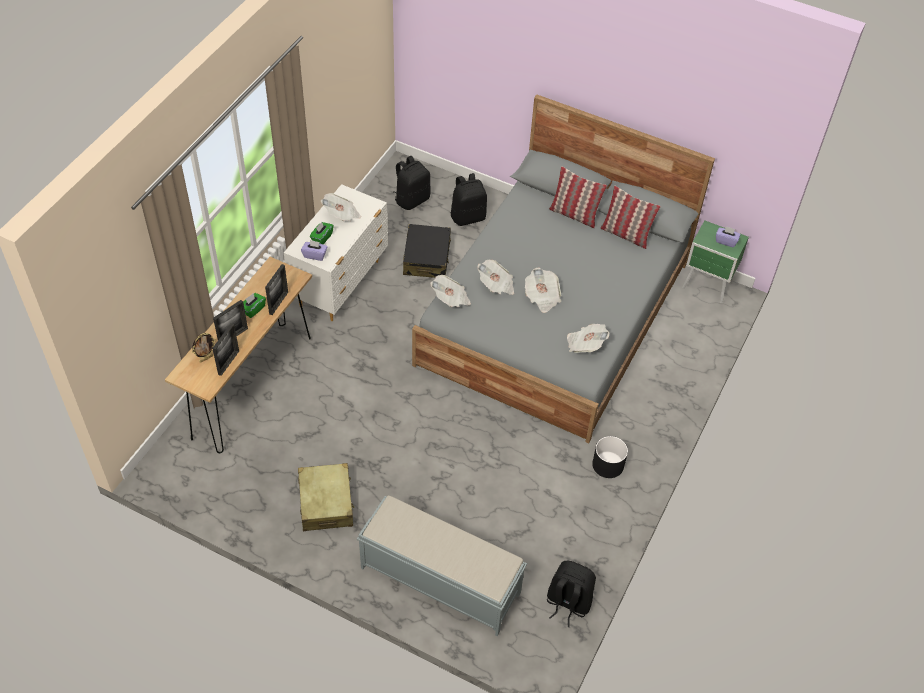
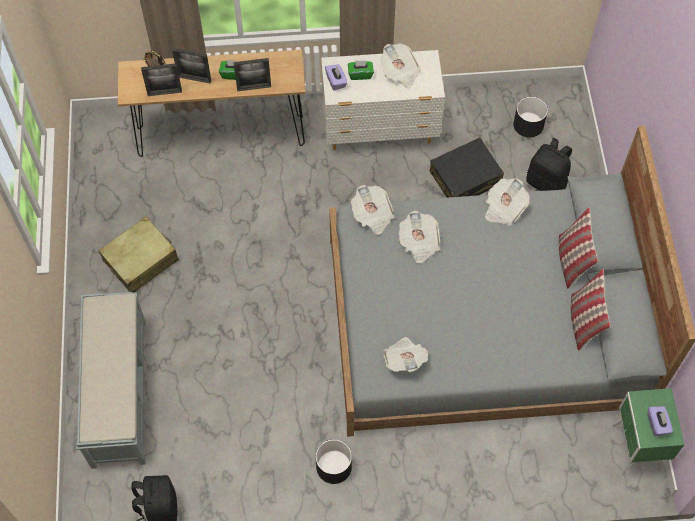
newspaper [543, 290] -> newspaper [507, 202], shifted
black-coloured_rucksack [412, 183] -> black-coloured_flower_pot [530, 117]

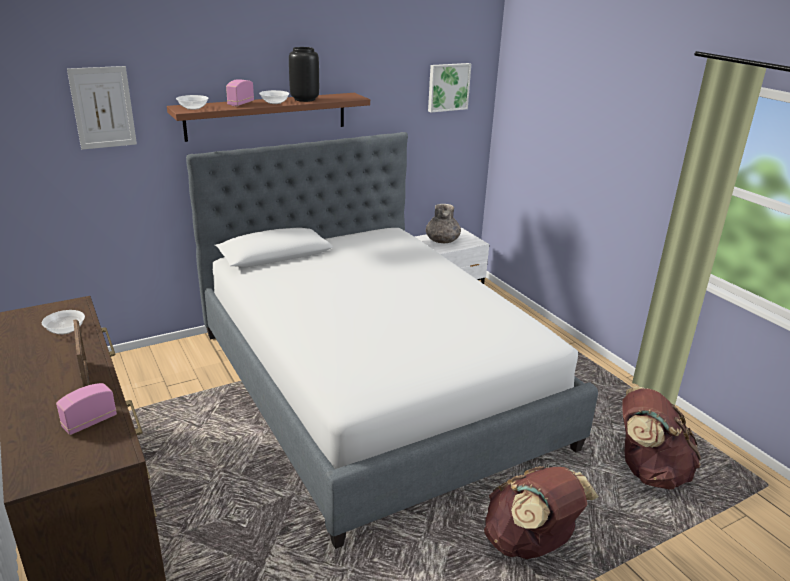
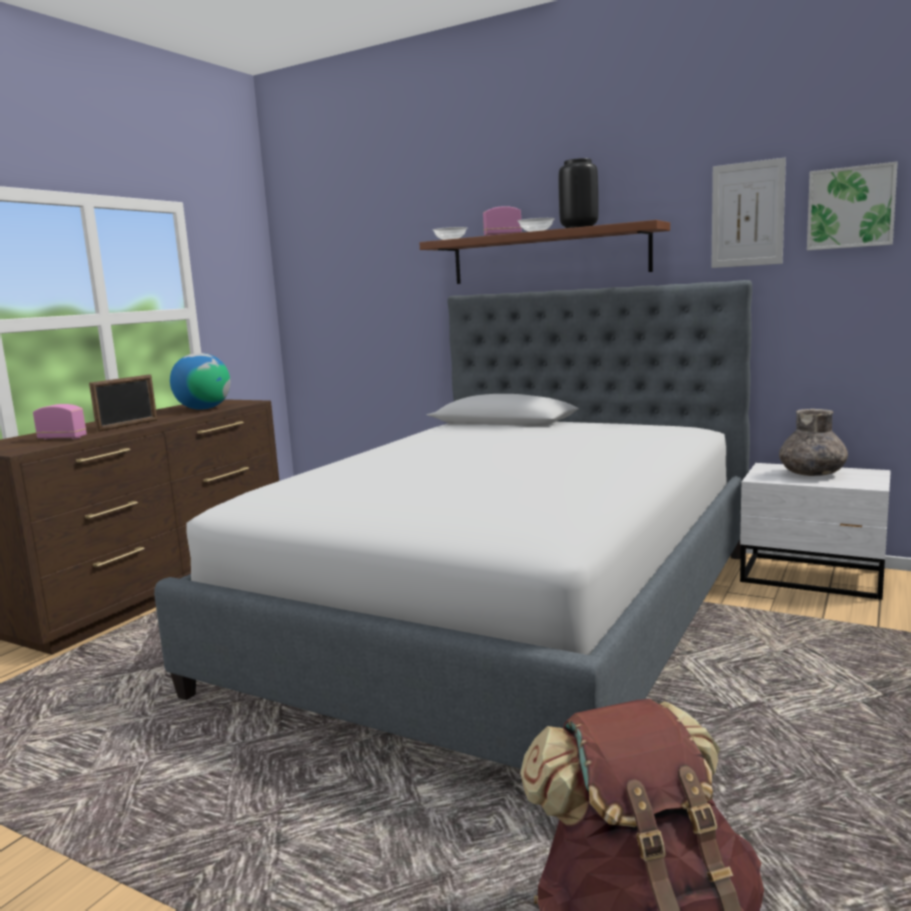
brown-coloured_rucksack [541, 512] -> none
wall_art [102, 108] -> wall_art [748, 212], shifted
deep_dish [63, 322] -> world_globe [200, 381]

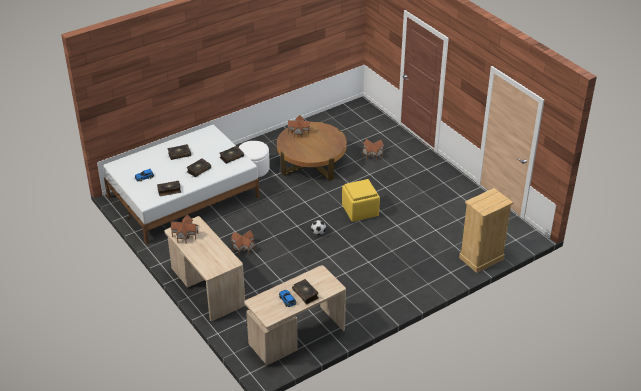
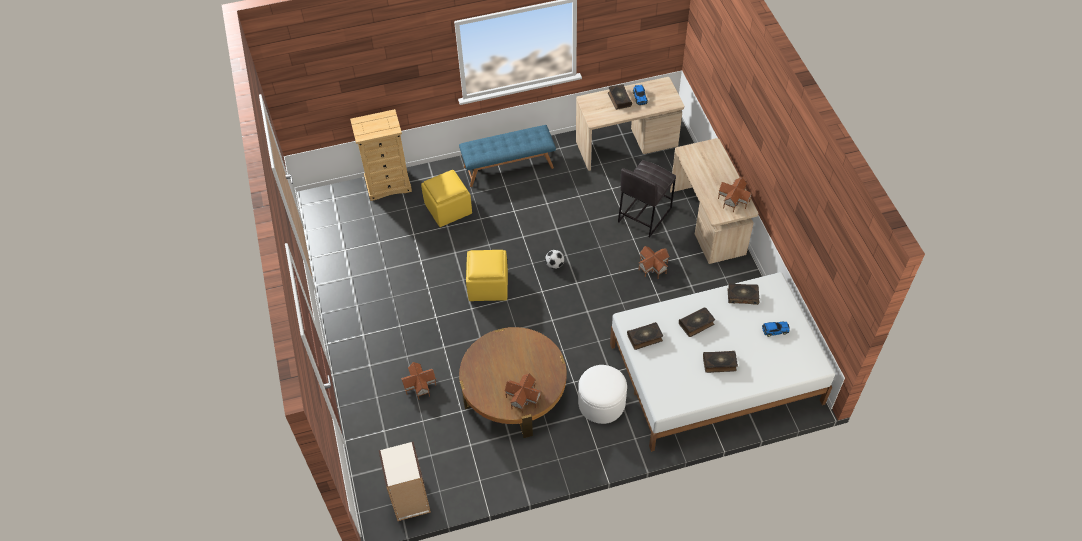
none -> shelving_unit [405, 481]
none -> yellow-coloured_pouffe [446, 198]
none -> bluish_bench [507, 156]
none -> gray_sitting_stool [647, 199]

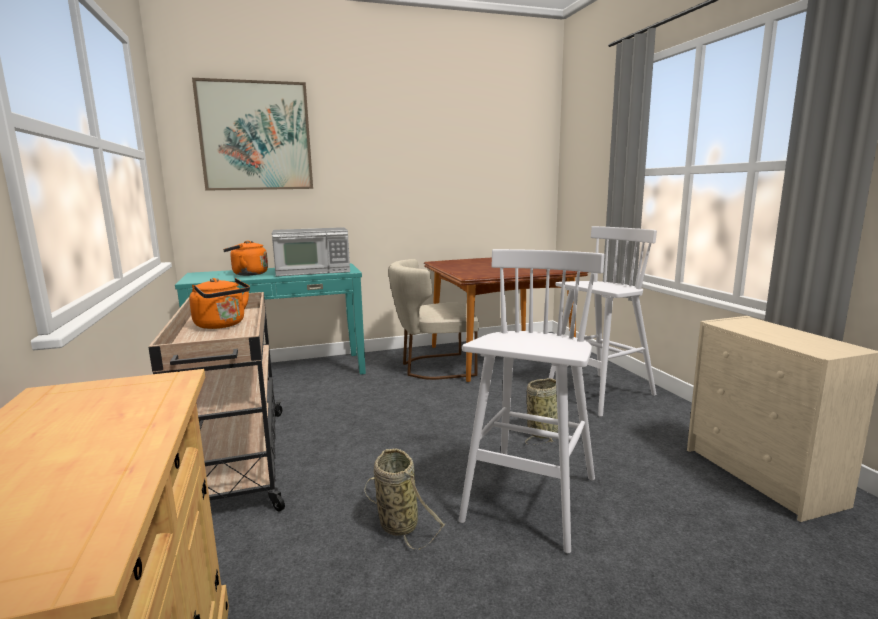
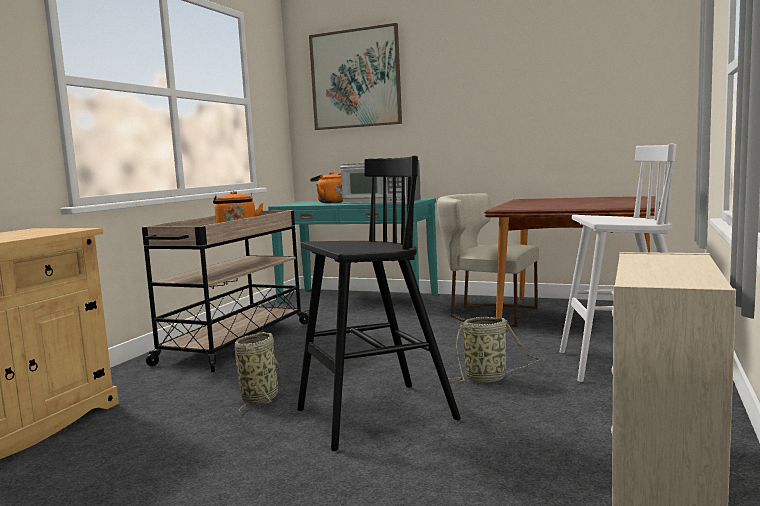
white-coloured_sitting_stool [531, 401] -> black-coloured_sitting_stool [379, 303]

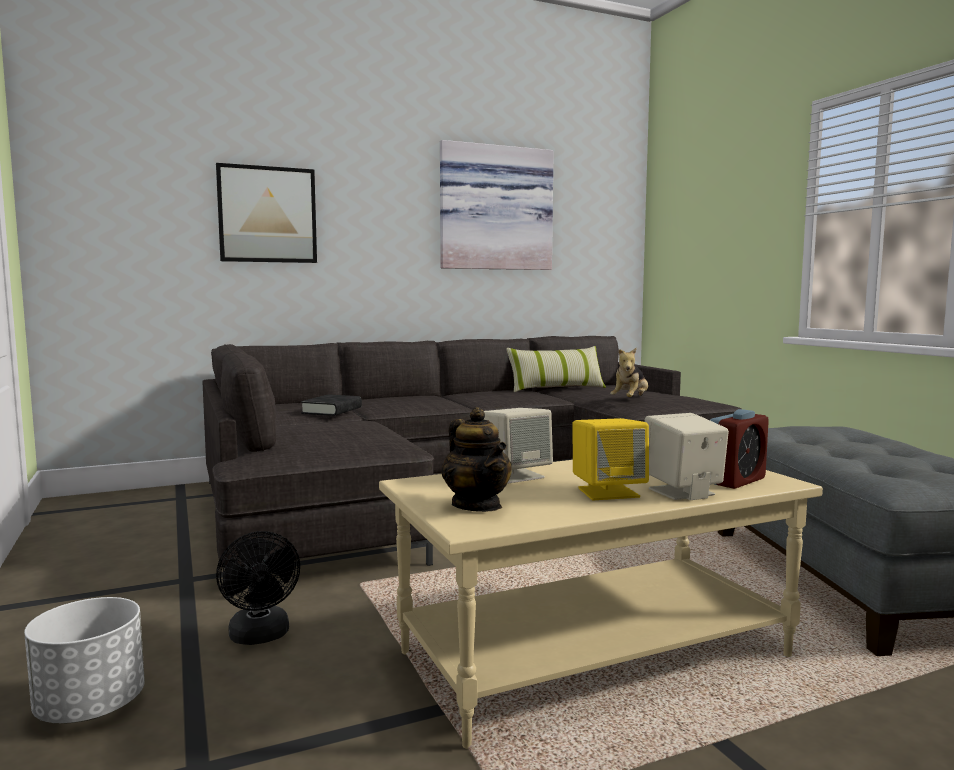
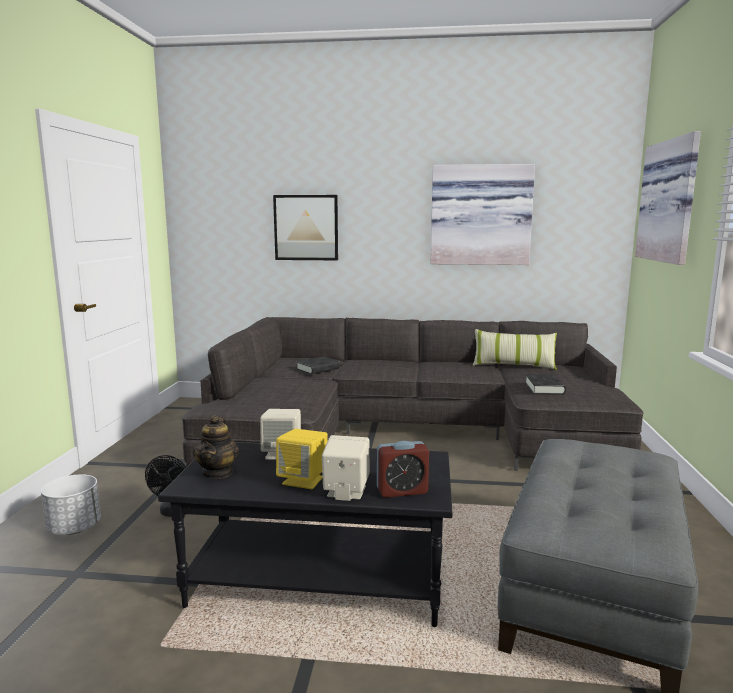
none -> wall_art [668, 198]
plush_toy [629, 372] -> black-coloured_volume [545, 384]
beige-coloured_coffee_table [601, 604] -> black-coloured_coffee_table [305, 534]

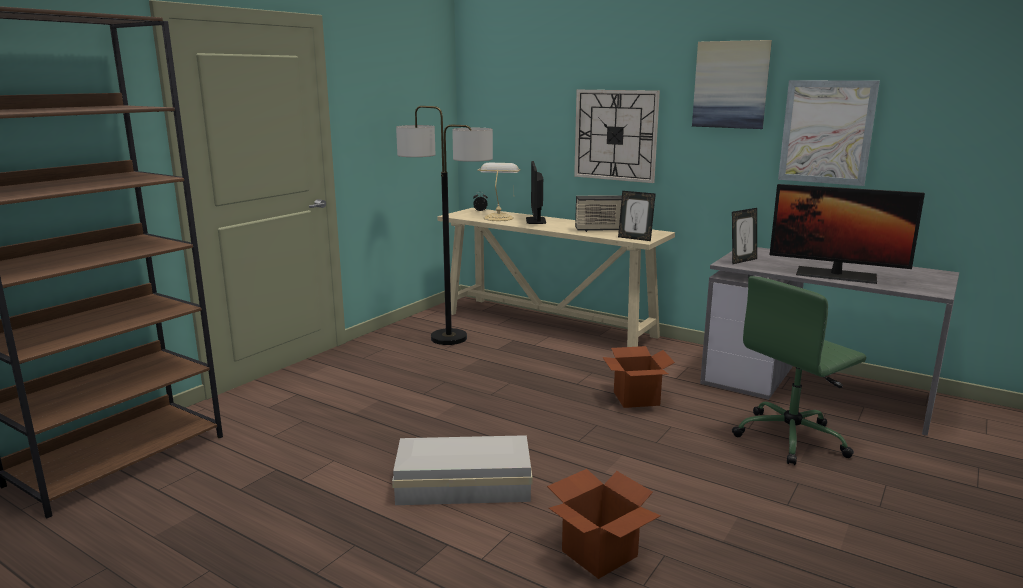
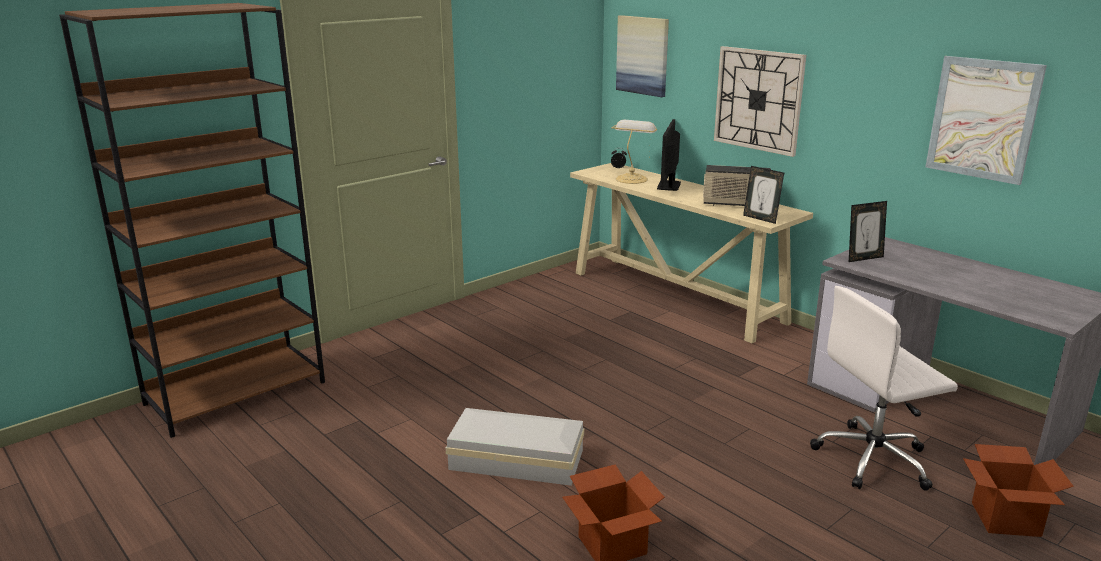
standing_lamp [444, 225] -> none
monitor [847, 234] -> none
cardboard_box [639, 377] -> cardboard_box [1018, 490], shifted
wall_art [732, 84] -> wall_art [642, 56], shifted
green-coloured_computer_chair [799, 370] -> white-coloured_computer_chair [884, 388]

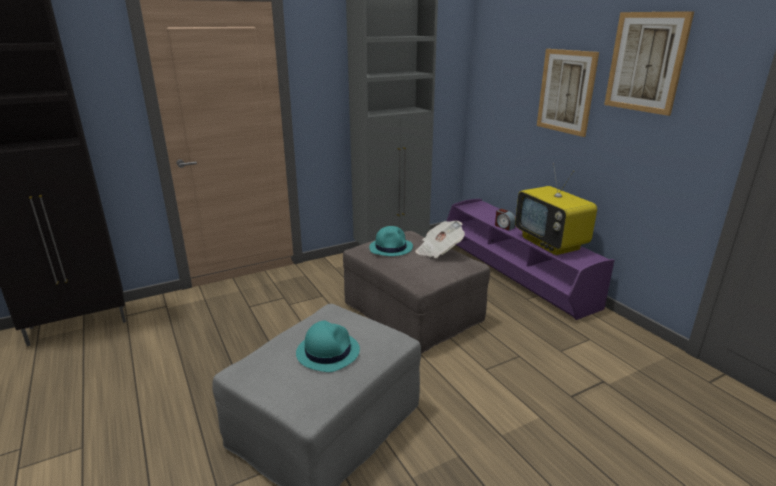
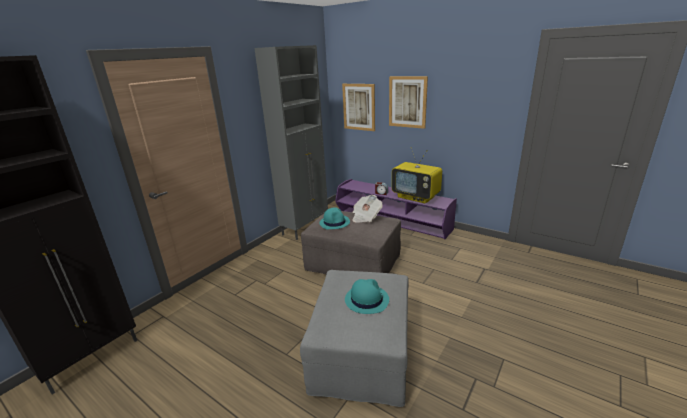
wall_art [649, 63] -> wall_art [358, 107], shifted

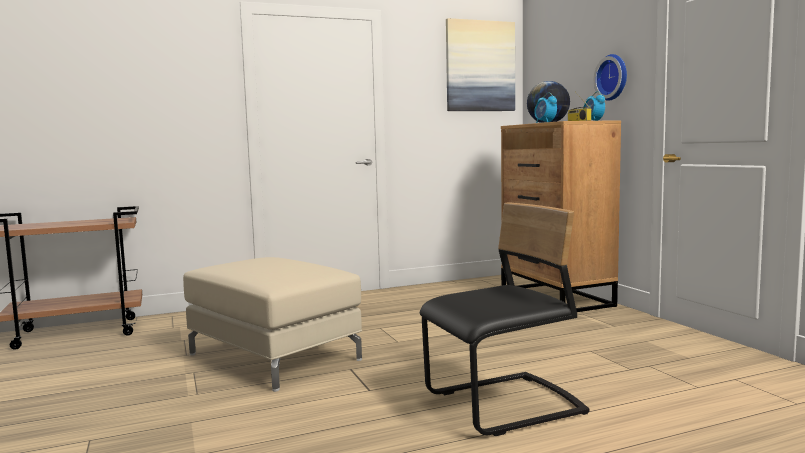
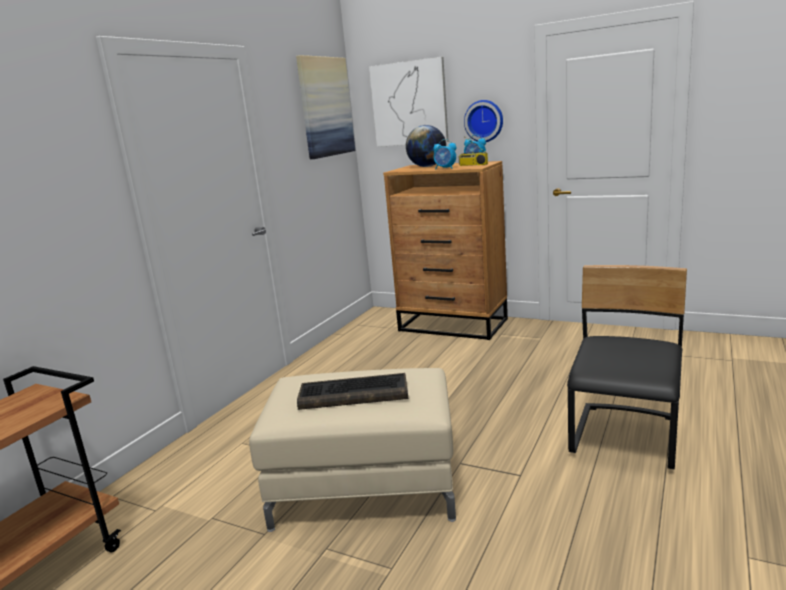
none -> PC_keyboard [352, 391]
none -> wall_art [409, 102]

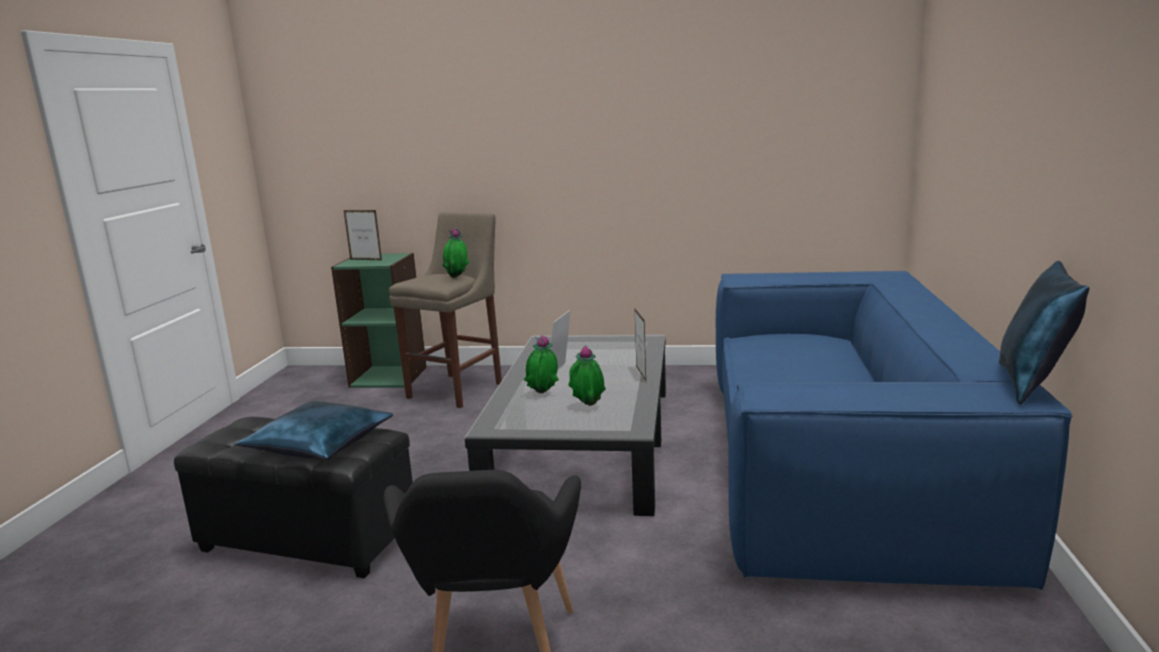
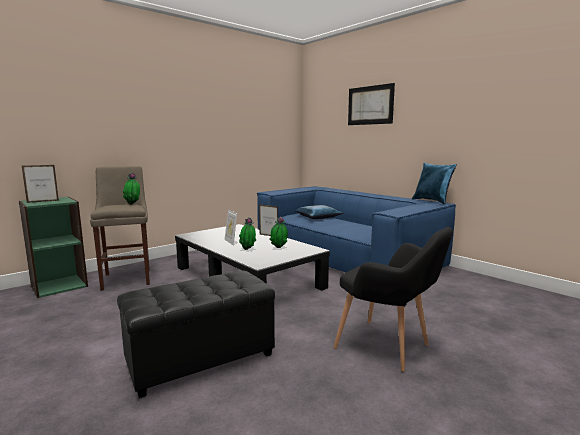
none -> wall_art [371, 104]
bluish_cushion [314, 430] -> bluish_cushion [319, 212], shifted

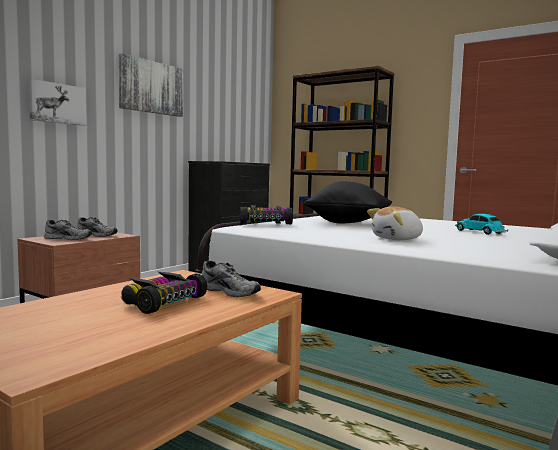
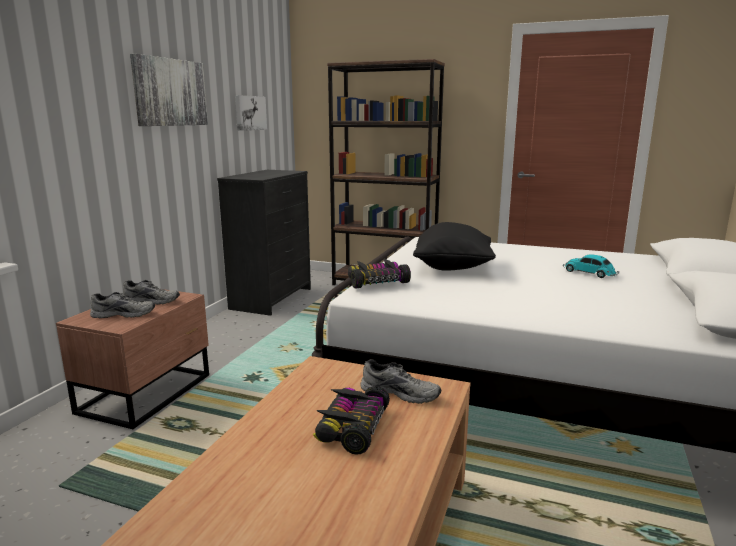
plush_toy [395, 223] -> none
wall_art [57, 102] -> wall_art [251, 113], shifted

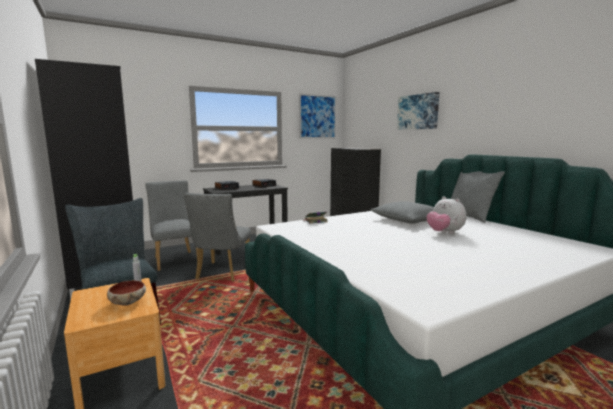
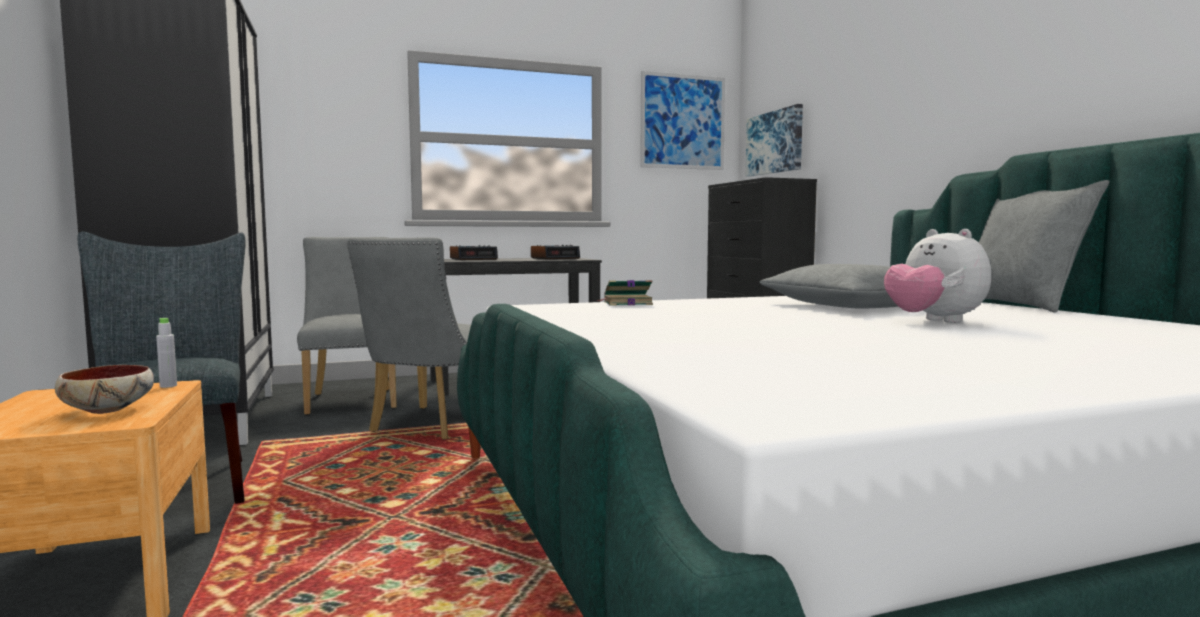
wall_art [418, 111] -> wall_art [774, 140], shifted

